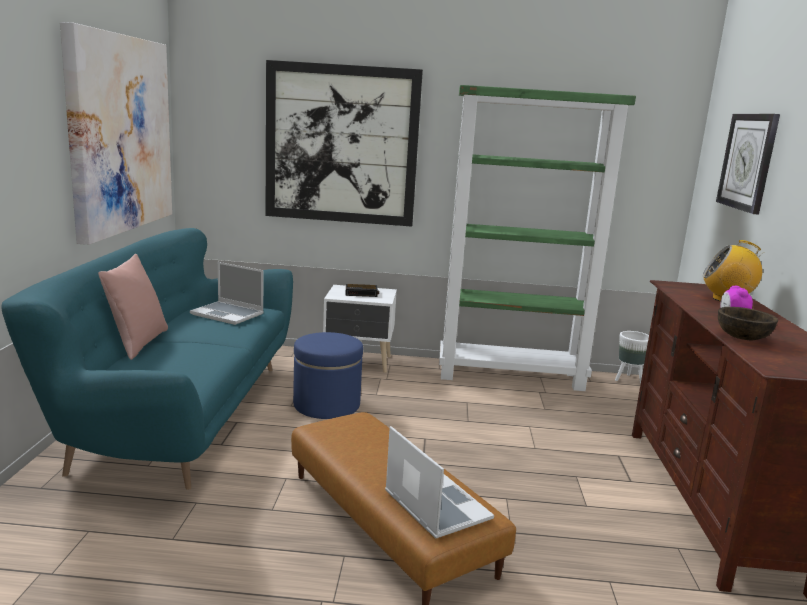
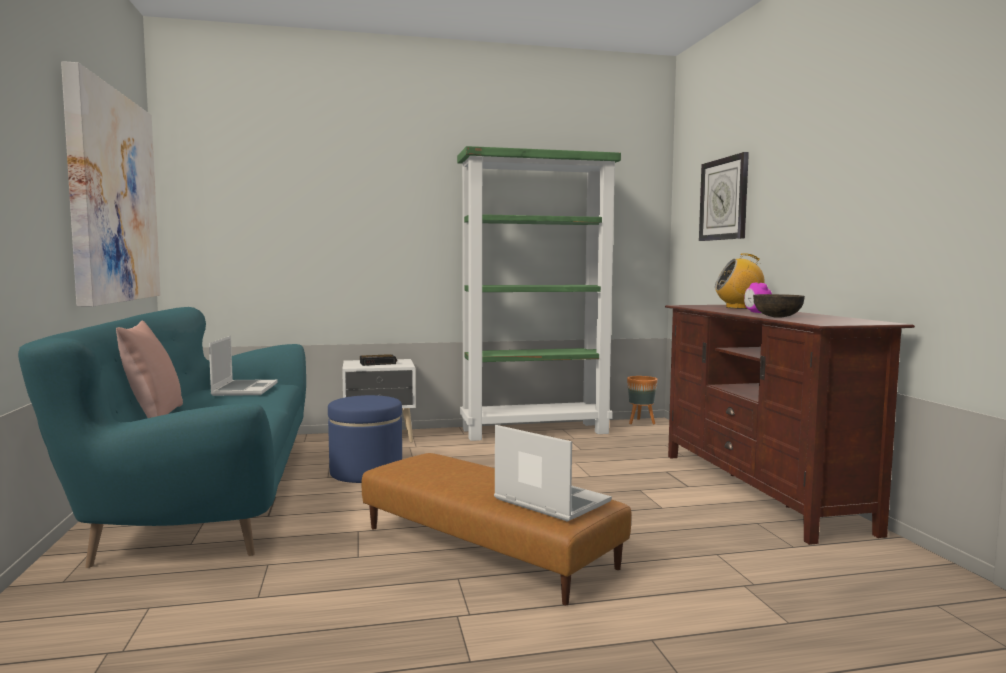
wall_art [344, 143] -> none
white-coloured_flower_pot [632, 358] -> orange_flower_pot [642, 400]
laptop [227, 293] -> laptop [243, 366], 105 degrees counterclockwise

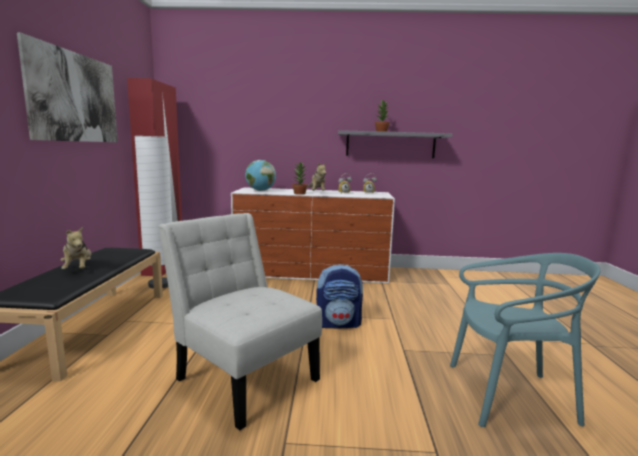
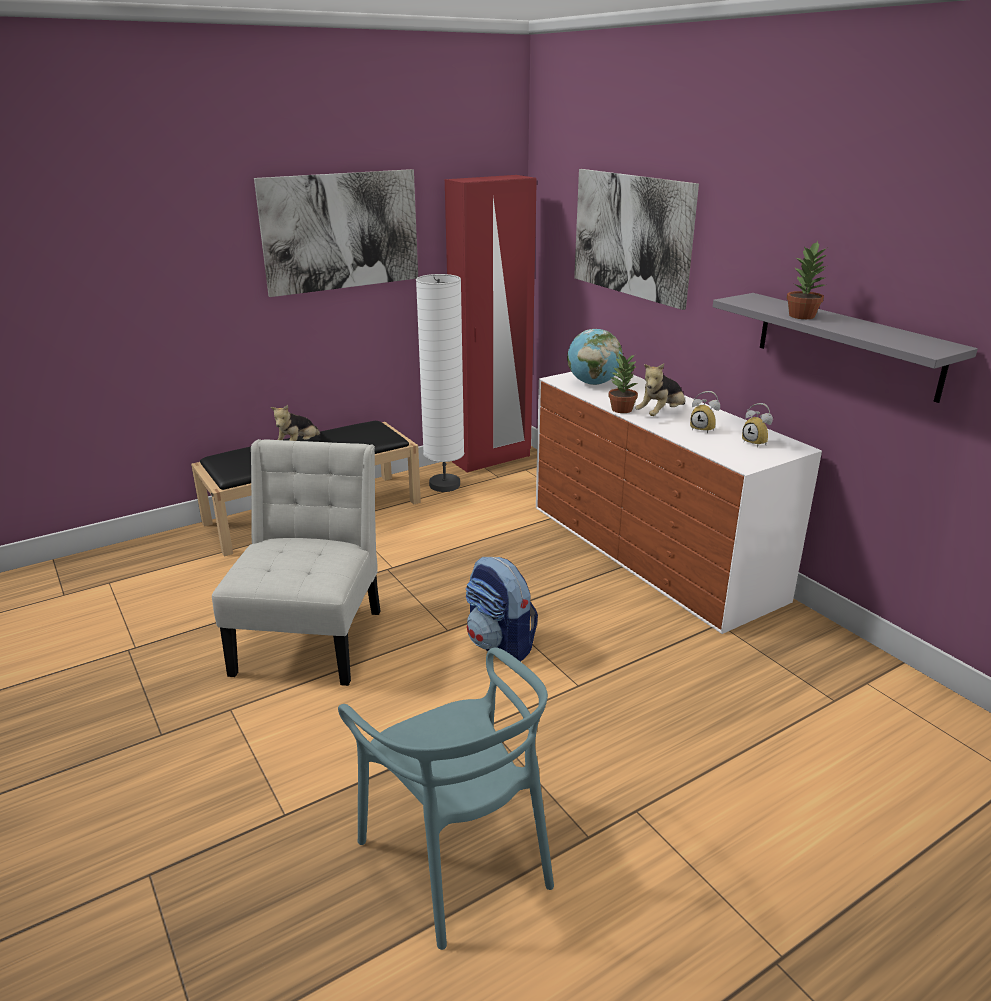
none -> wall_art [636, 239]

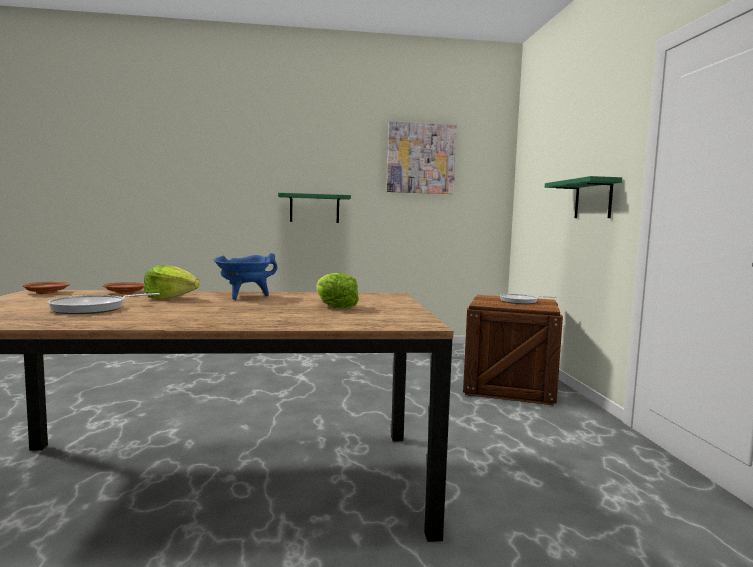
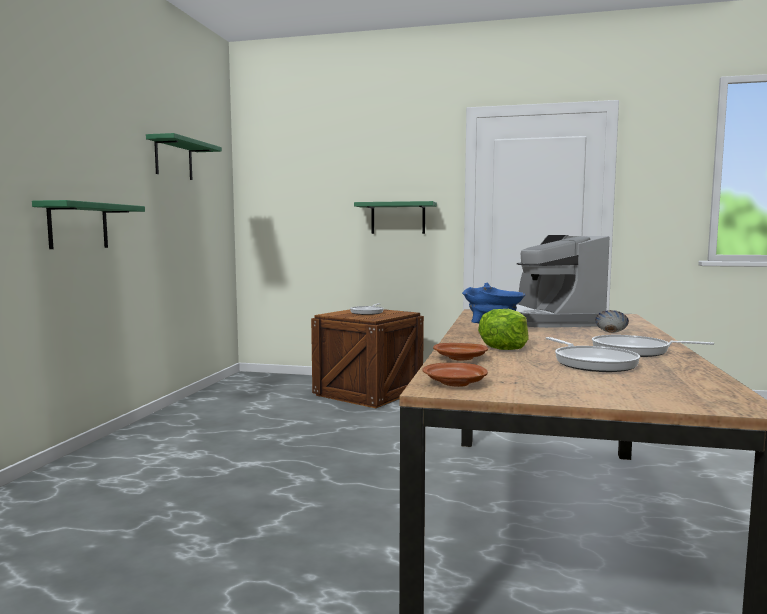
none -> pan [653, 346]
none -> deep_dish [612, 321]
lettuce [337, 290] -> coffee_machine [562, 281]
wall_art [422, 157] -> green-coloured_wall_shelf [184, 156]

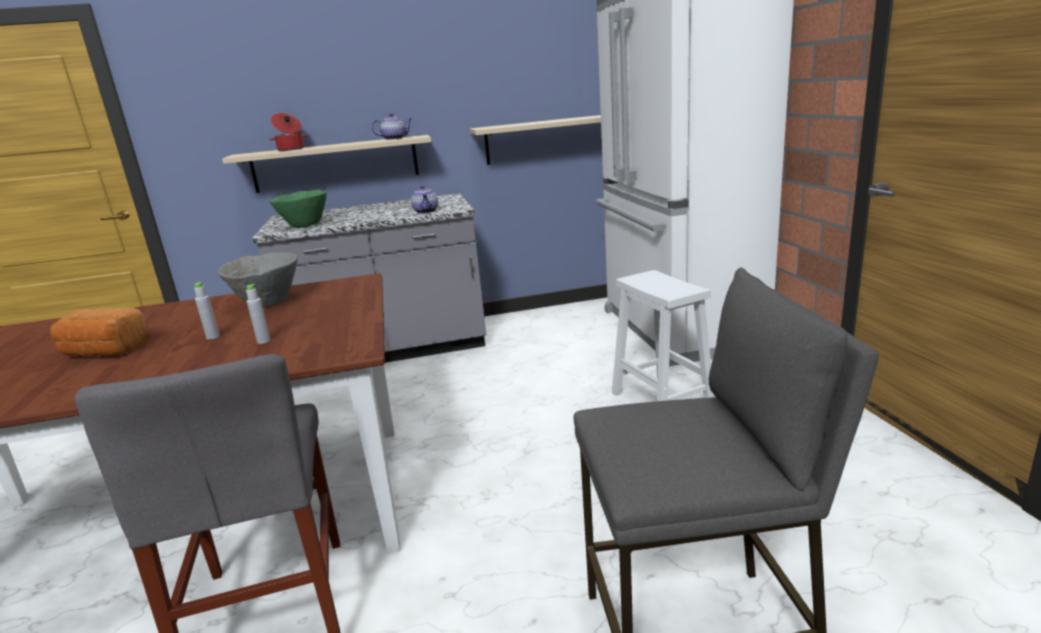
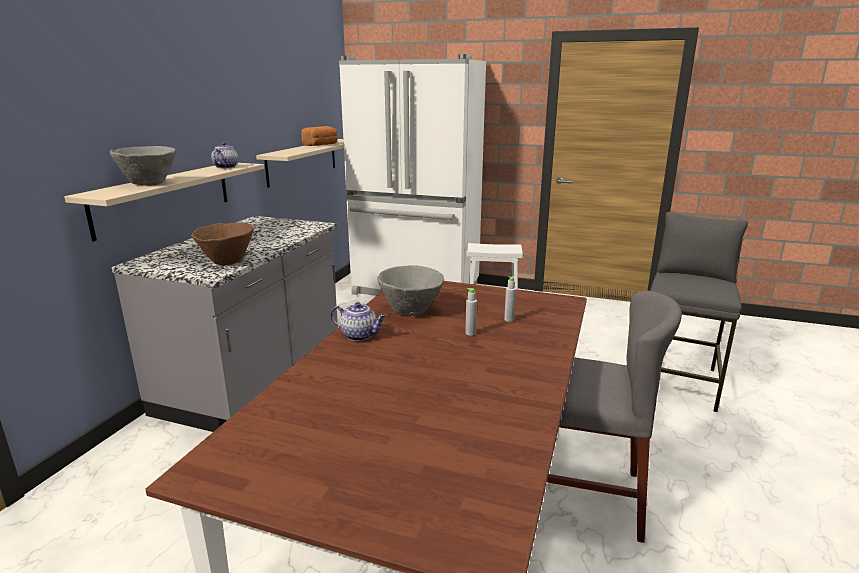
bakery_bread [100, 332] -> bakery_bread [319, 136], shifted
pot_for_tea [424, 199] -> pot_for_tea [359, 321], shifted
saucepot [288, 132] -> gray_deep_dish [143, 166]
green-coloured_deep_dish [298, 209] -> brown-coloured_deep_dish [222, 244]

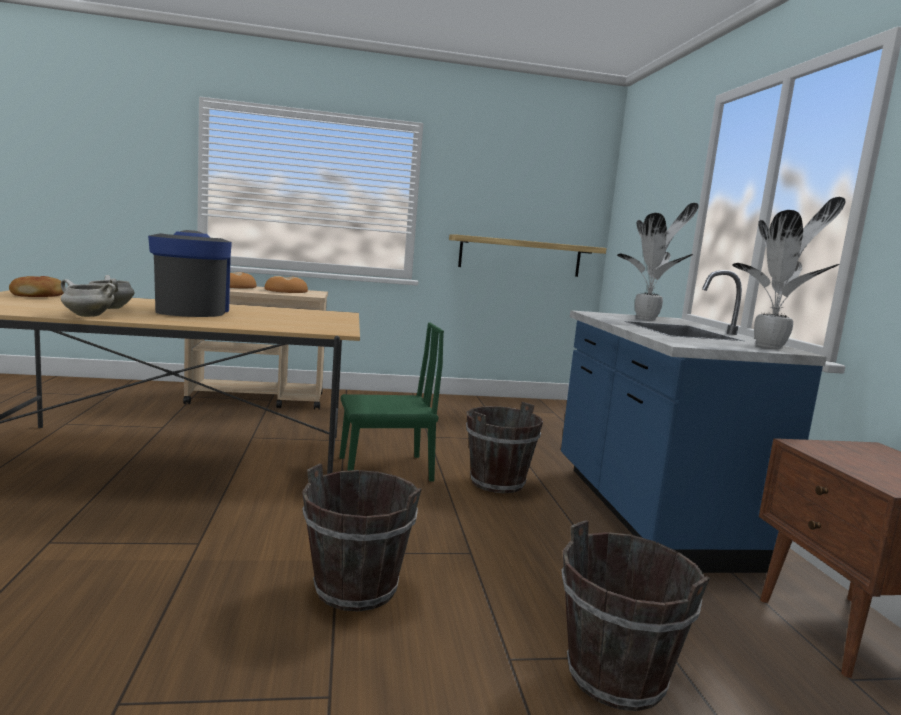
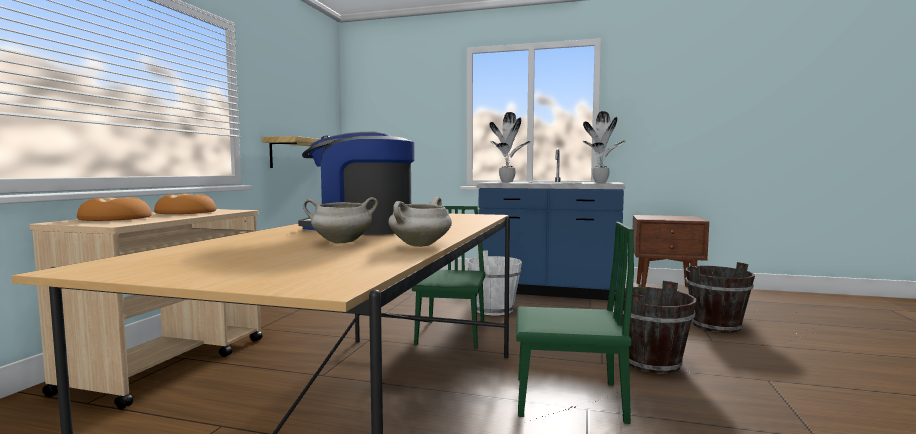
bakery_bread [36, 286] -> none
none -> green-coloured_chair [575, 323]
brown-coloured_pail [504, 447] -> white-coloured_pail [494, 282]

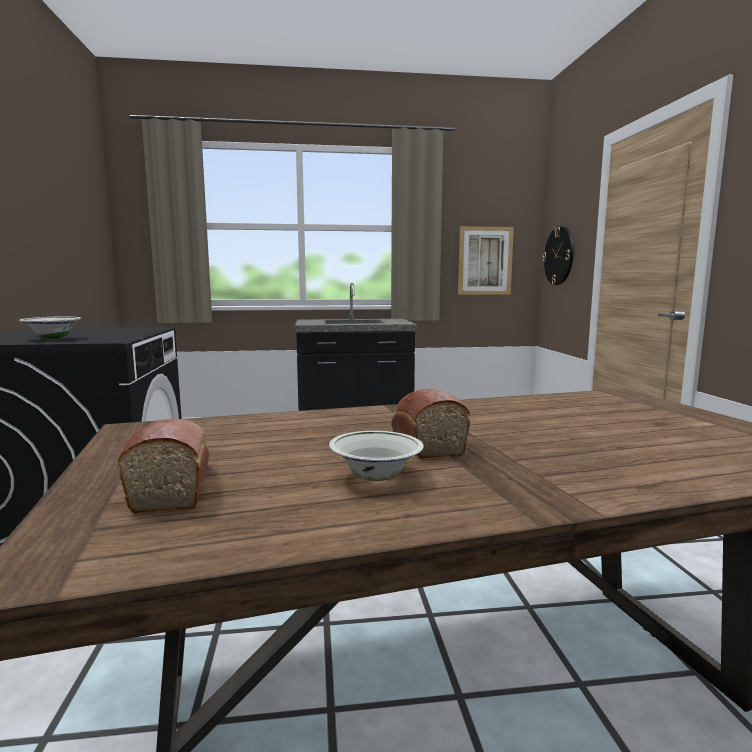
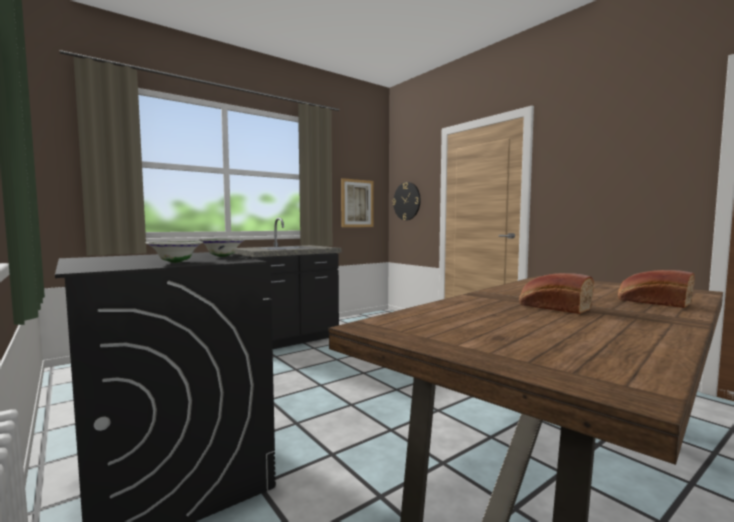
bakery_bread [163, 466] -> bakery_bread [656, 289], shifted
white-coloured_deep_dish [376, 456] -> white-coloured_deep_dish [221, 248], shifted

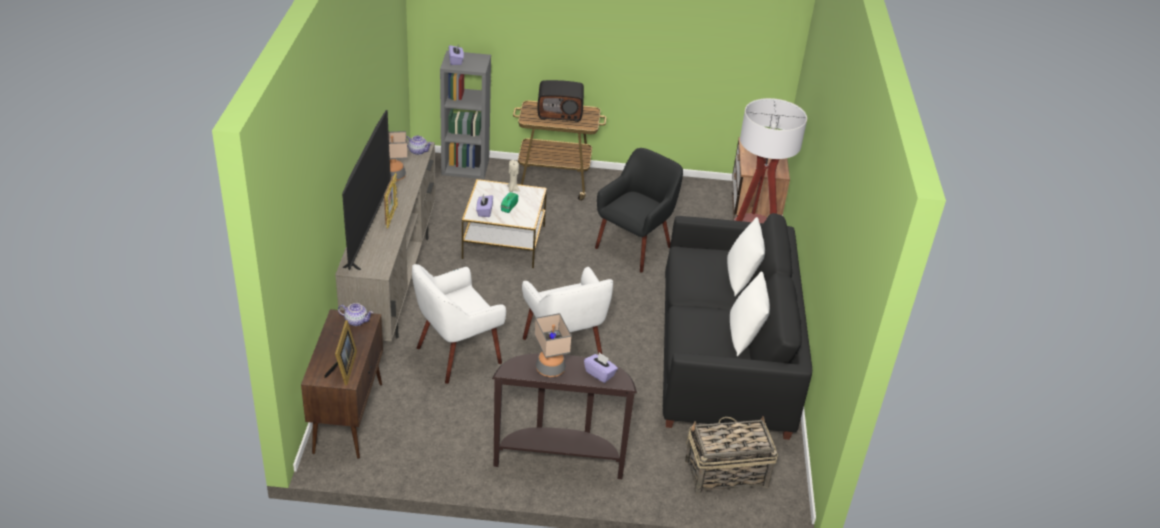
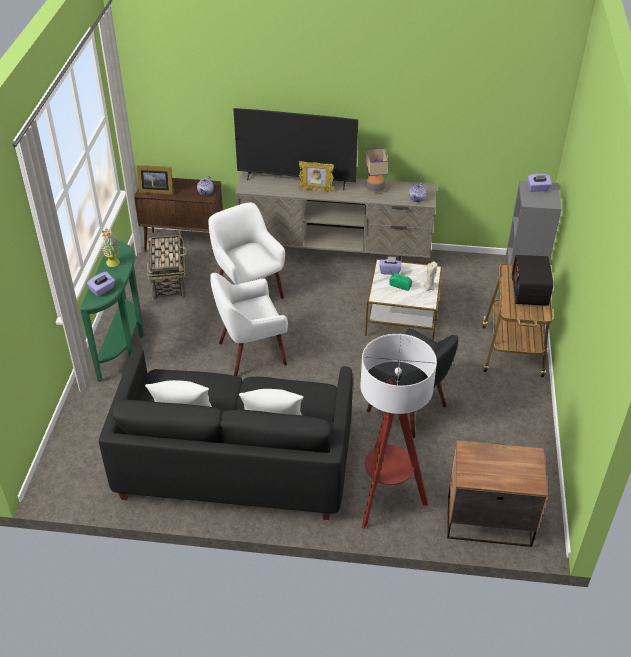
basket [731, 455] -> basket [167, 266], shifted
table_lamp [553, 345] -> potted_plant [110, 248]
brown-coloured_narrow_table [564, 416] -> green-coloured_narrow_table [112, 311]

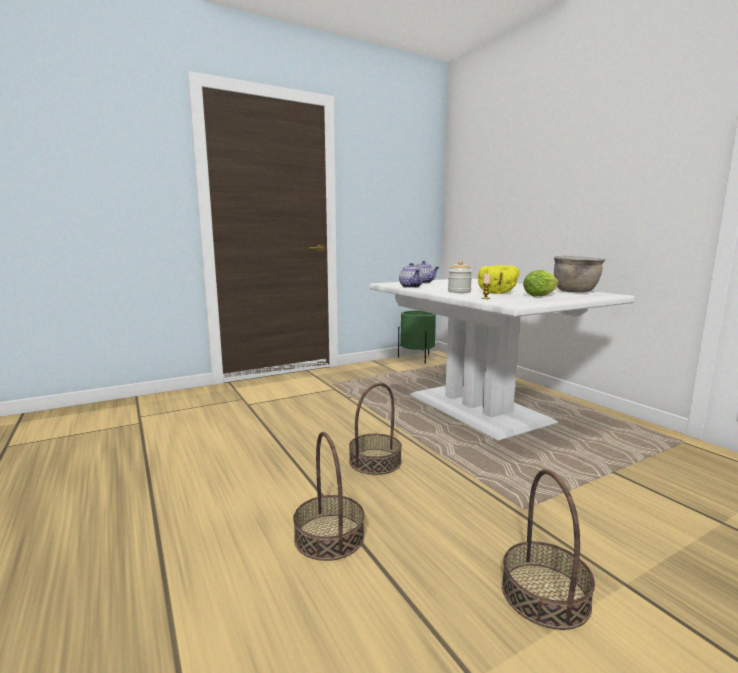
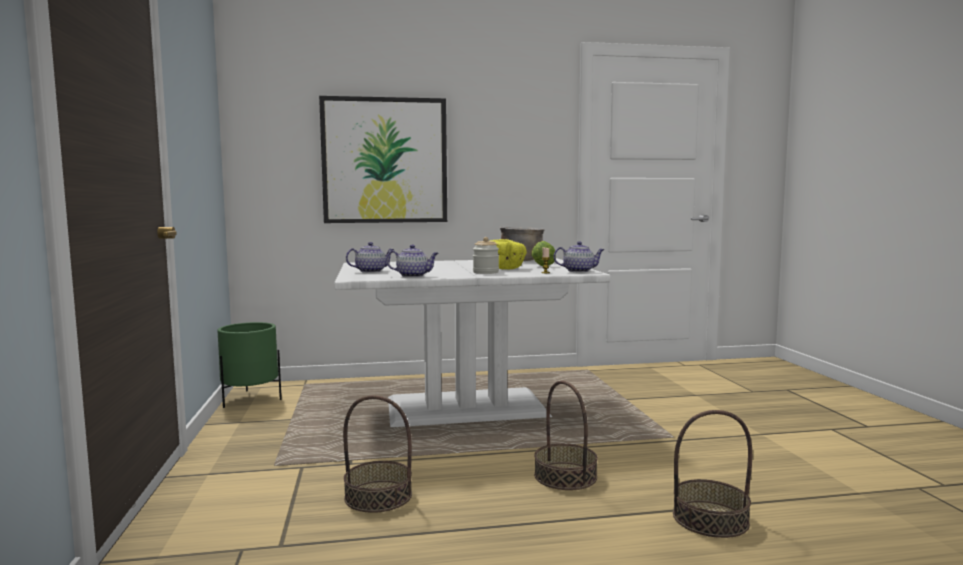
none -> wall_art [383, 159]
none -> pot_for_tea [579, 256]
basket [548, 549] -> basket [377, 454], shifted

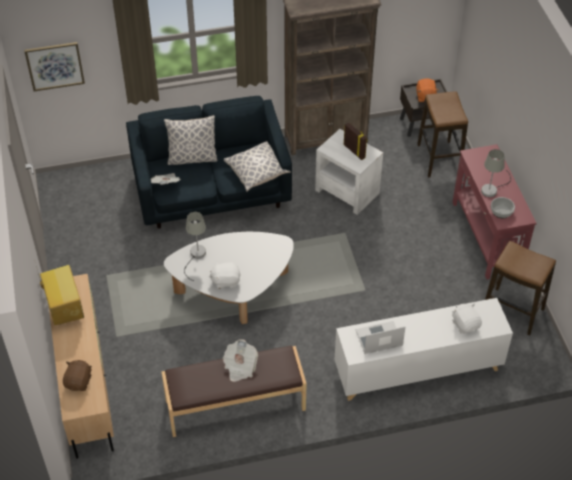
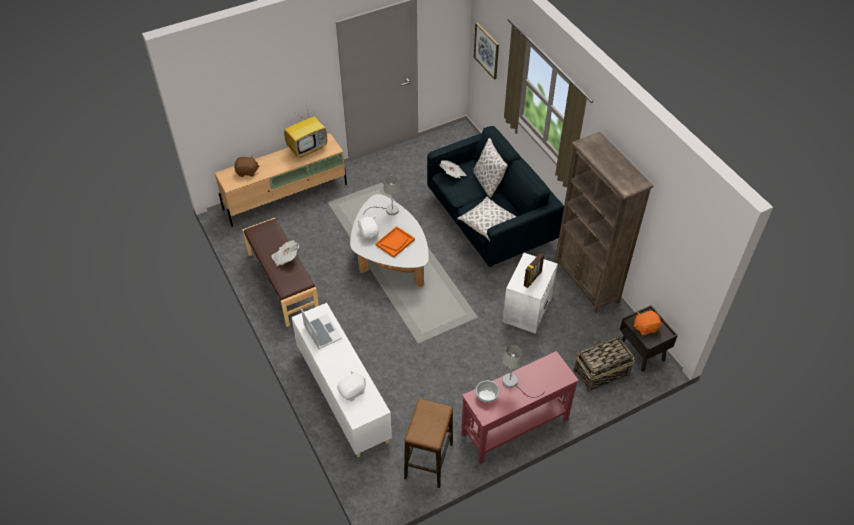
none -> orange_carrying_tray [395, 242]
sitting_stool [442, 134] -> basket [604, 363]

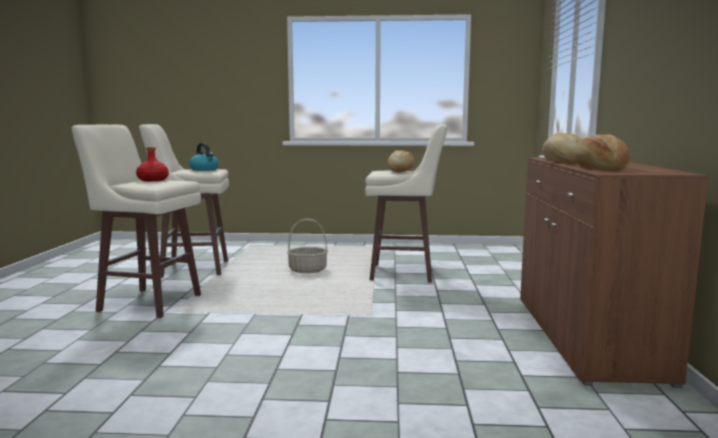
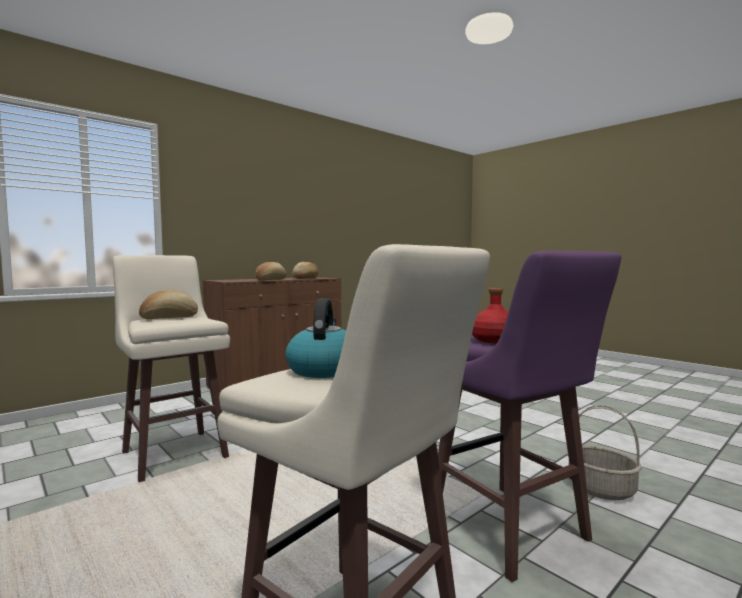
basket [307, 246] -> basket [604, 452], shifted
beige-coloured_sitting_stool [136, 221] -> purple_sitting_stool [530, 416]

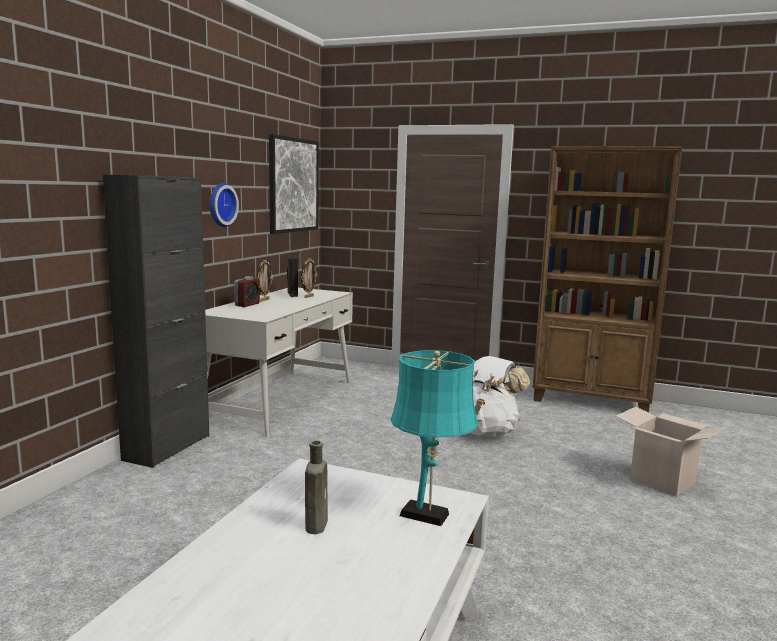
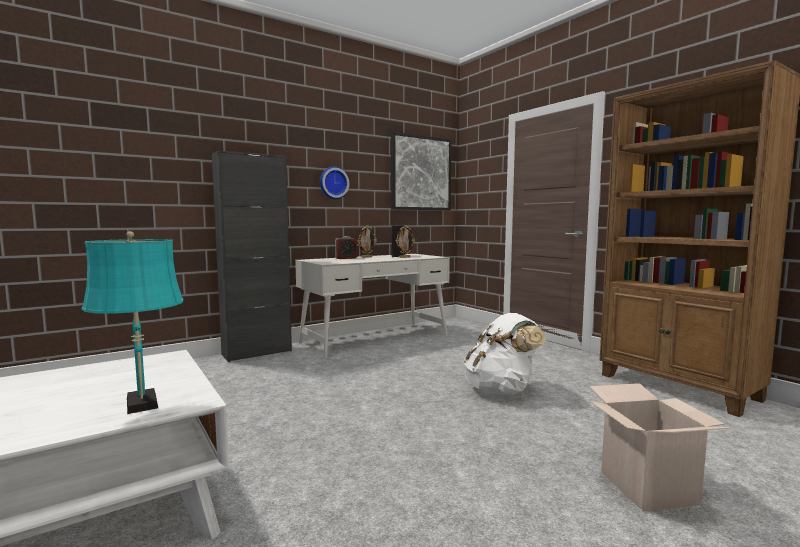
brown-coloured_drink_bottle [316, 487] -> none

